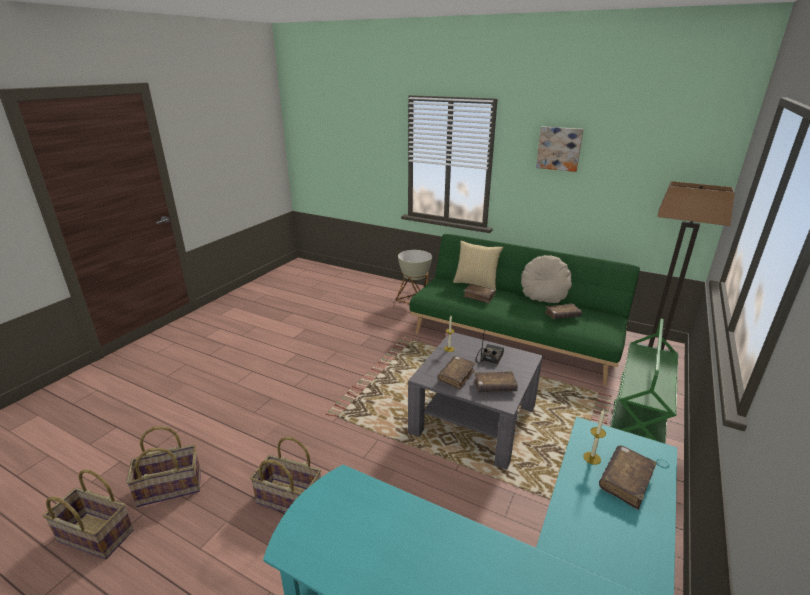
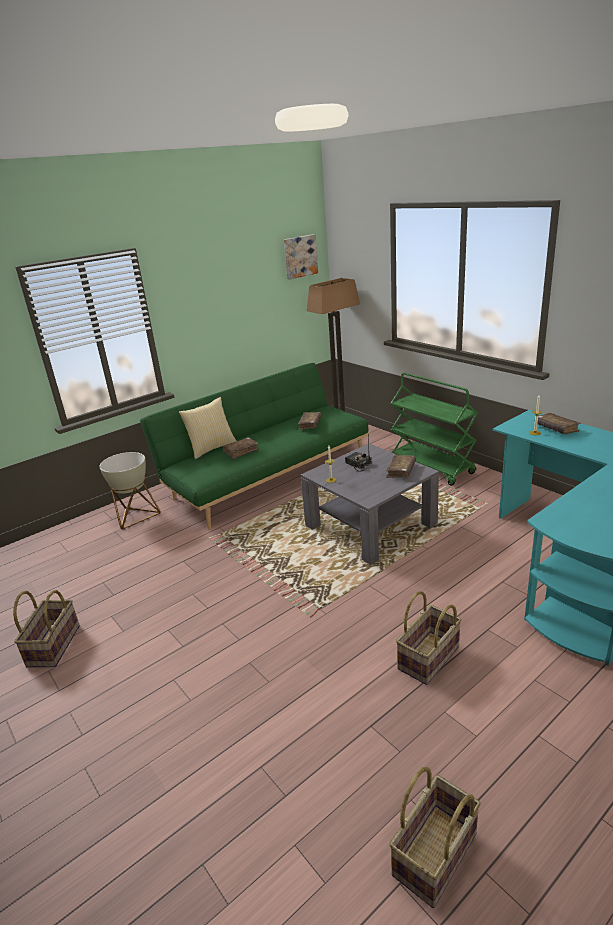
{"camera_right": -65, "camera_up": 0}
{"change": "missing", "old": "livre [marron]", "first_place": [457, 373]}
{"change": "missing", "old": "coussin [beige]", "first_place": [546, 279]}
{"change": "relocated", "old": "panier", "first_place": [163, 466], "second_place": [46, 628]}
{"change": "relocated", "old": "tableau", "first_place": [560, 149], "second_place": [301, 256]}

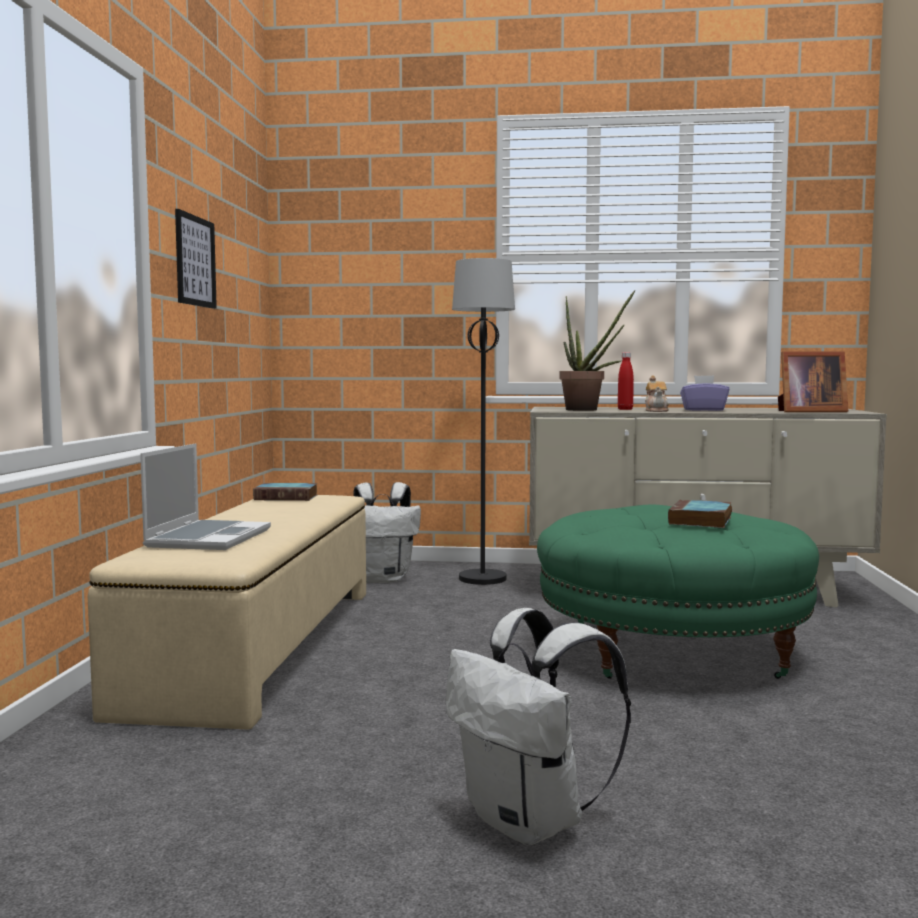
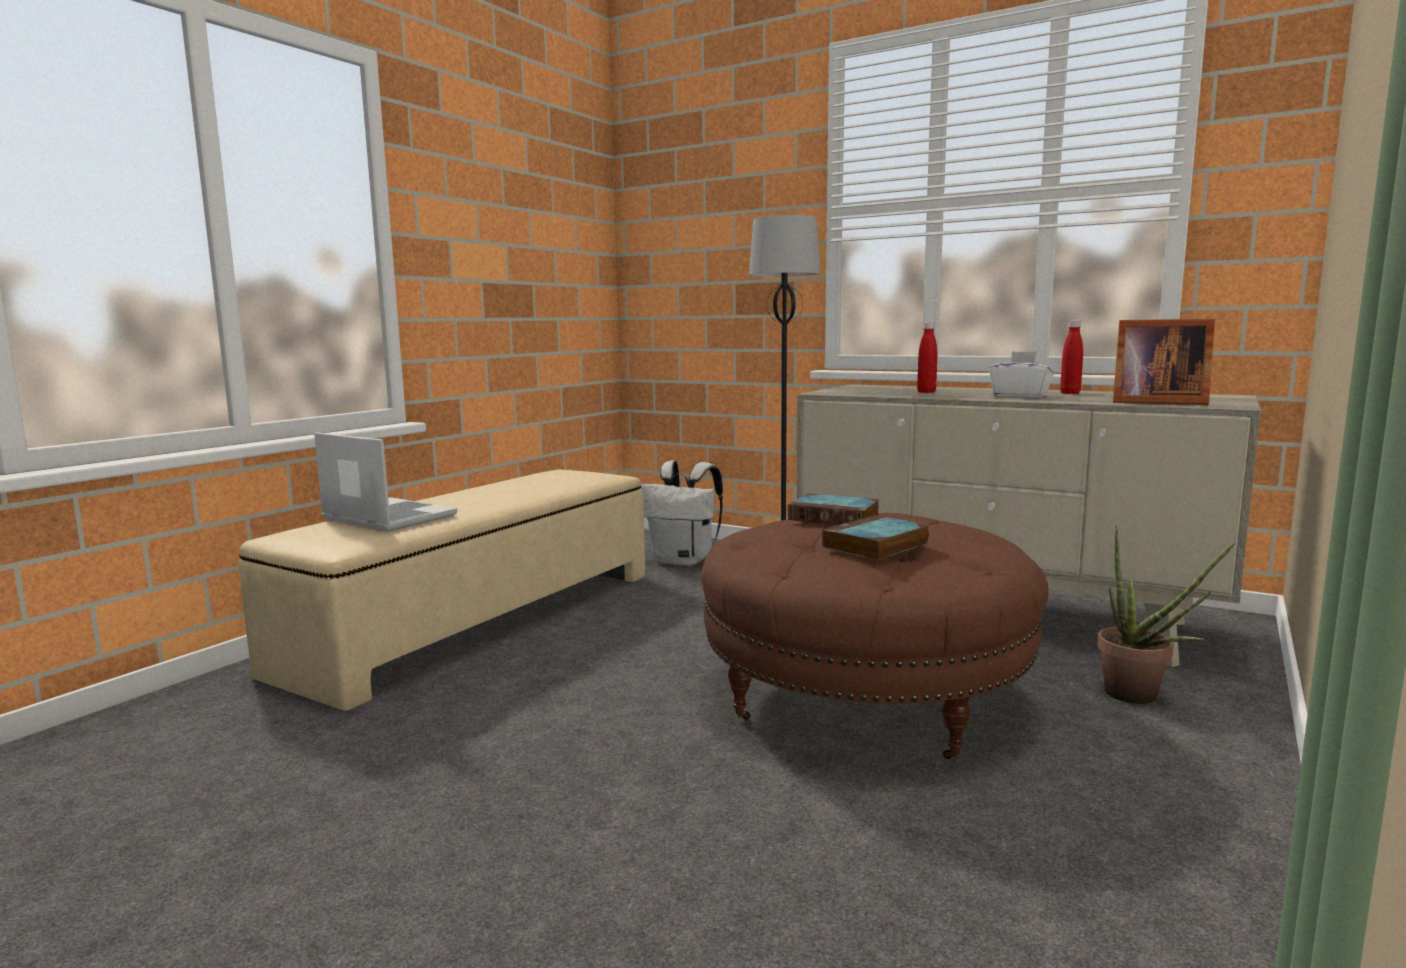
{"camera_right": 25, "camera_up": 5}
{"change": "missing", "old": "tableau", "first_place": [196, 259]}
{"change": "missing", "old": "sac à dos [blanc]", "first_place": [538, 726]}
{"change": "missing", "old": "théière", "first_place": [657, 393]}
{"change": "appeared", "new": "bouteille [rouge]", "second_place": [1071, 357]}
{"change": "relocated", "old": "livre", "first_place": [285, 492], "second_place": [834, 509]}
{"change": "relocated", "old": "plante en pot", "first_place": [597, 350], "second_place": [1166, 614]}
{"change": "colour", "old": "pouf [vert]", "new": "pouf [marron]", "first_place": [678, 591], "second_place": [875, 636]}
{"change": "colour", "old": "boîte à mouchoirs [violet]", "new": "boîte à mouchoirs [blanc]", "first_place": [704, 393], "second_place": [1021, 374]}
{"change": "spun", "old": "ordinateur portable", "first_place": [205, 496], "second_place": [385, 482], "degrees": -90}

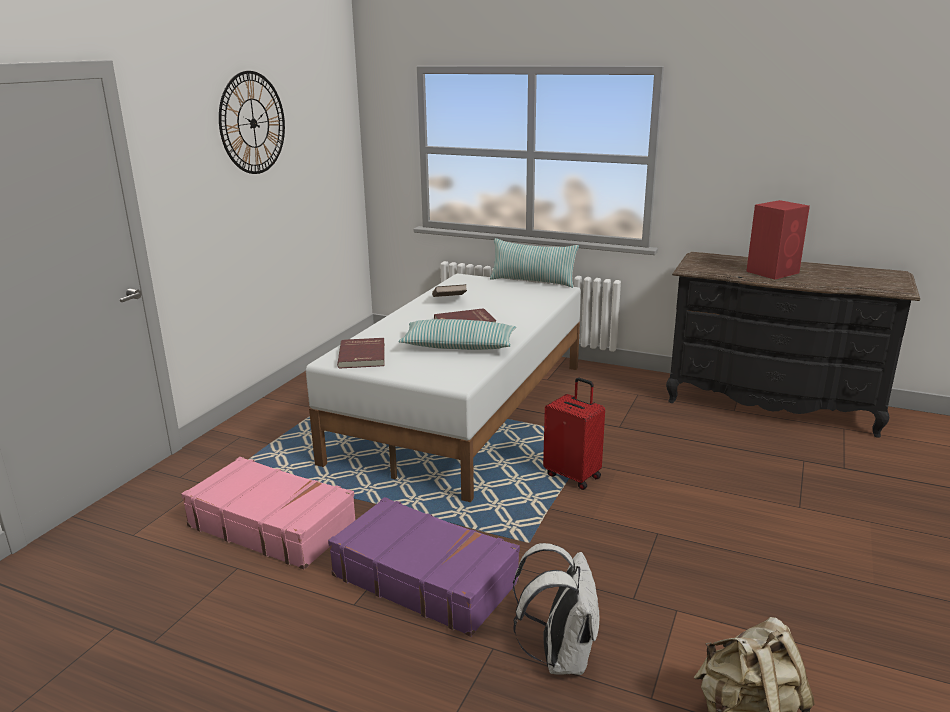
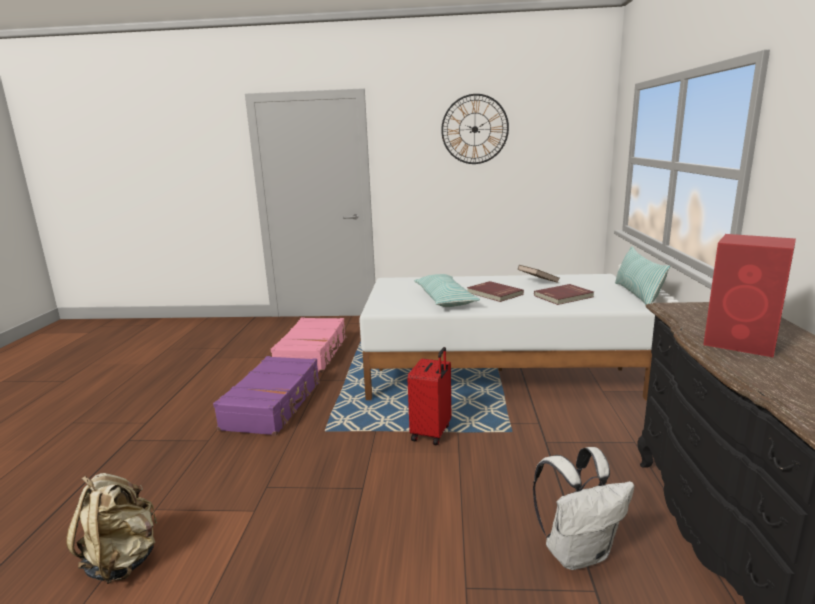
{"camera_right": 70, "camera_up": -5}
{"change": "relocated", "old": "livre [rouge]", "first_place": [361, 353], "second_place": [564, 294]}
{"change": "relocated", "old": "sac à dos [blanc]", "first_place": [556, 609], "second_place": [583, 508]}

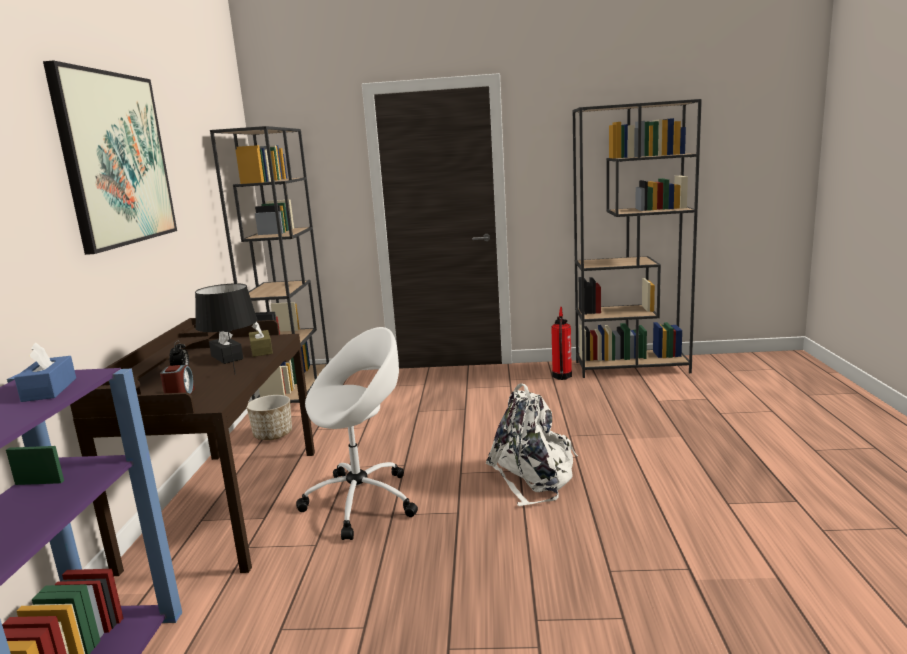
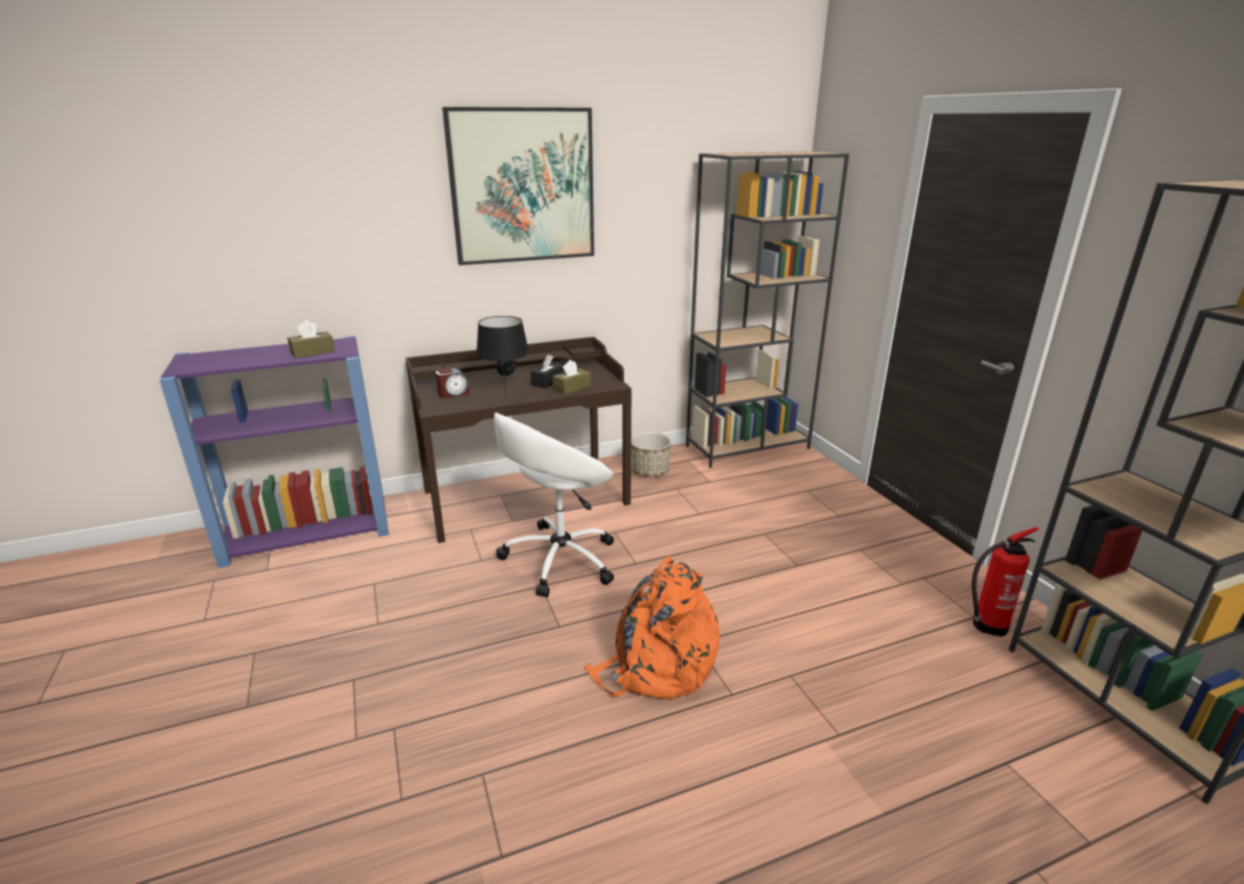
{"camera_right": 65, "camera_up": 10}
{"change": "colour", "old": "boîte à mouchoirs [bleu]", "new": "boîte à mouchoirs [marron]", "first_place": [45, 372], "second_place": [311, 339]}
{"change": "colour", "old": "sac à dos [blanc]", "new": "sac à dos [orange]", "first_place": [532, 444], "second_place": [652, 628]}
{"change": "spun", "old": "chaise de bureau [blanc]", "first_place": [357, 433], "second_place": [554, 505], "degrees": 90}

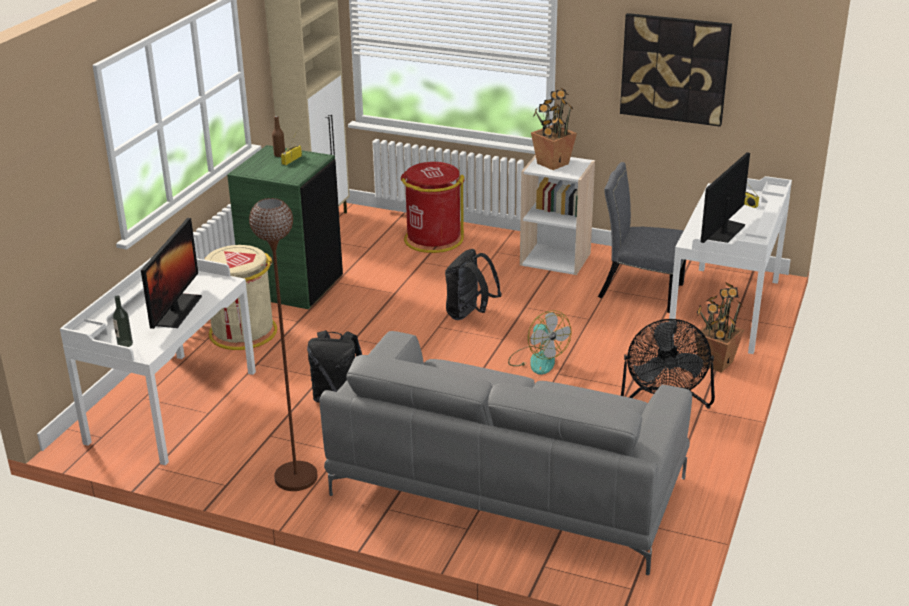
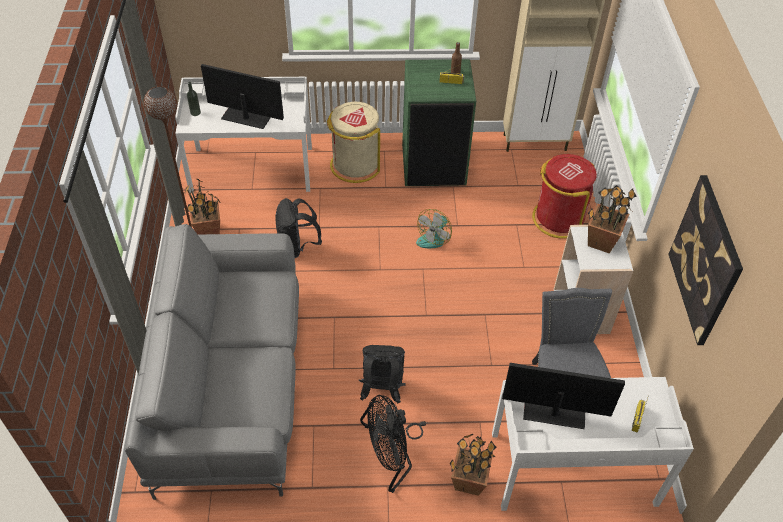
{"camera_right": 65, "camera_up": 20}
{"change": "appeared", "new": "plante en pot", "second_place": [202, 207]}
{"change": "relocated", "old": "sac à dos [noir]", "first_place": [473, 284], "second_place": [382, 374]}
{"change": "relocated", "old": "ventilateur", "first_place": [540, 342], "second_place": [434, 228]}
{"change": "spun", "old": "écran d'ordinateur", "first_place": [171, 273], "second_place": [242, 96], "degrees": -150}

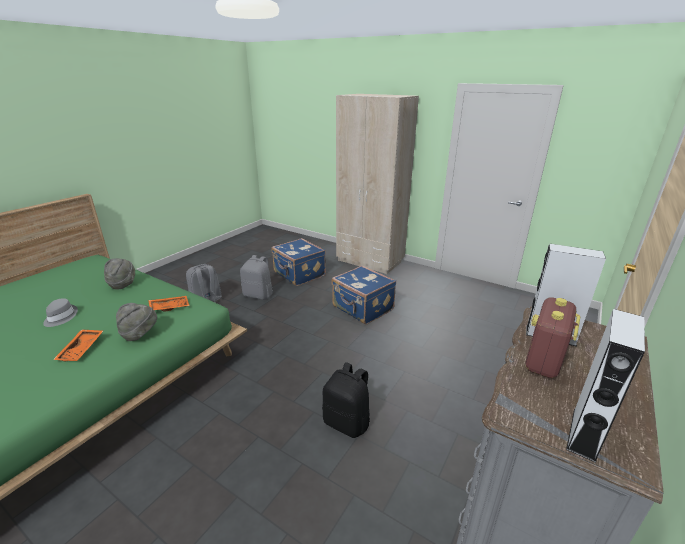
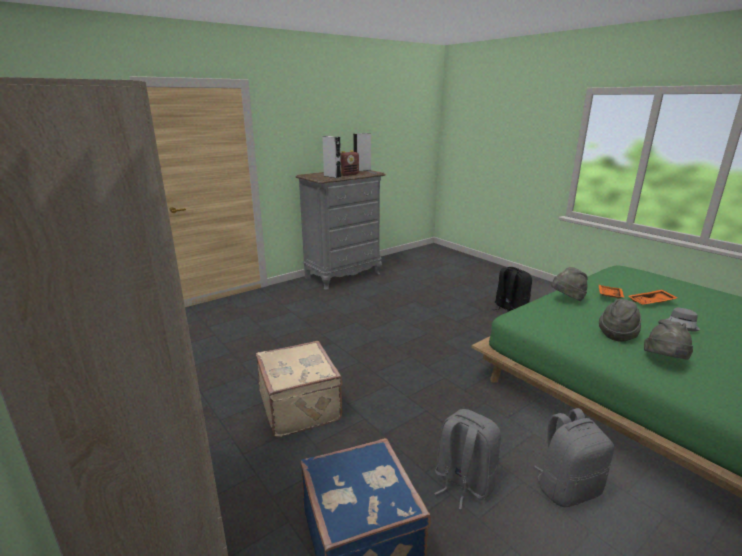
{"camera_right": -160, "camera_up": -5}
{"change": "appeared", "new": "chapeau [gris]", "second_place": [620, 320]}
{"change": "relocated", "old": "plateau [orange]", "first_place": [169, 304], "second_place": [653, 297]}
{"change": "relocated", "old": "sac à dos [noir]", "first_place": [346, 400], "second_place": [513, 289]}
{"change": "colour", "old": "valise [bleu]", "new": "valise [beige]", "first_place": [364, 295], "second_place": [299, 389]}

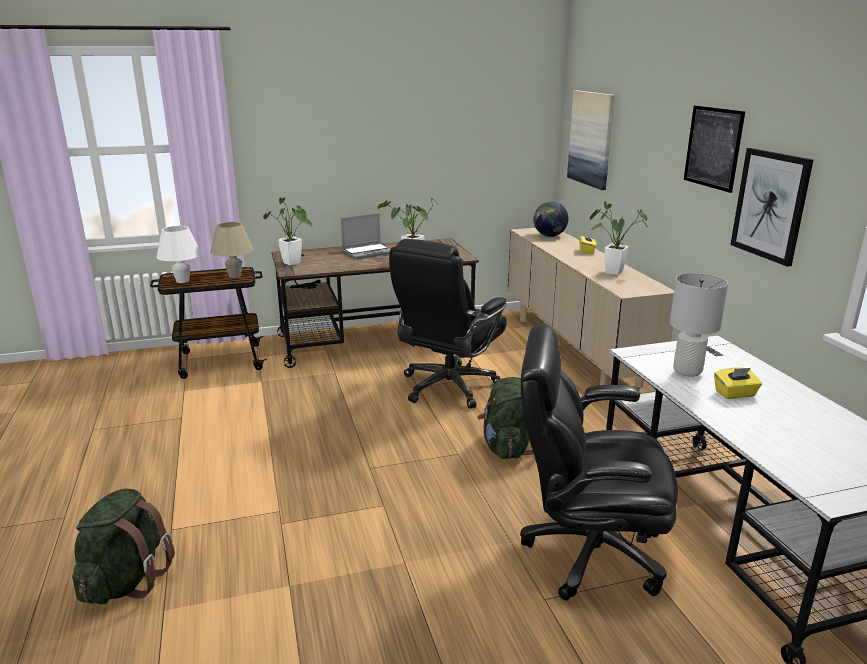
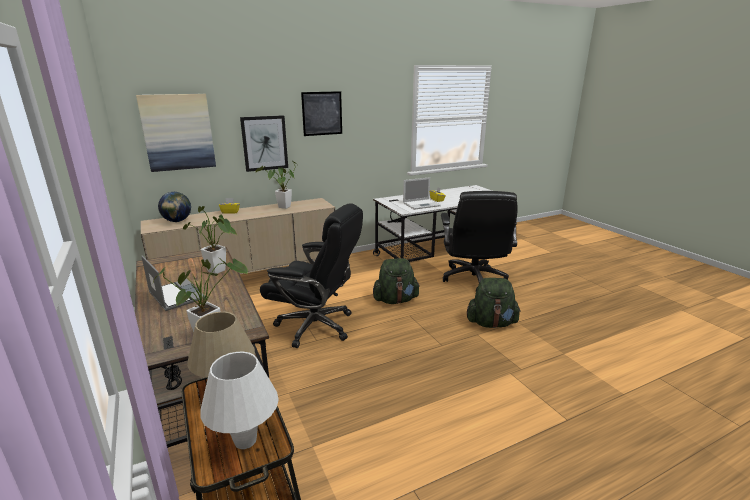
{"camera_right": -100, "camera_up": 0}
{"change": "relocated", "old": "sac à dos [vert]", "first_place": [123, 546], "second_place": [494, 303]}
{"change": "relocated", "old": "tableau", "first_place": [771, 207], "second_place": [264, 143]}
{"change": "exchanged", "old": "lampe de table [gris]", "new": "ordinateur portable", "first_place": [699, 325], "second_place": [422, 193]}

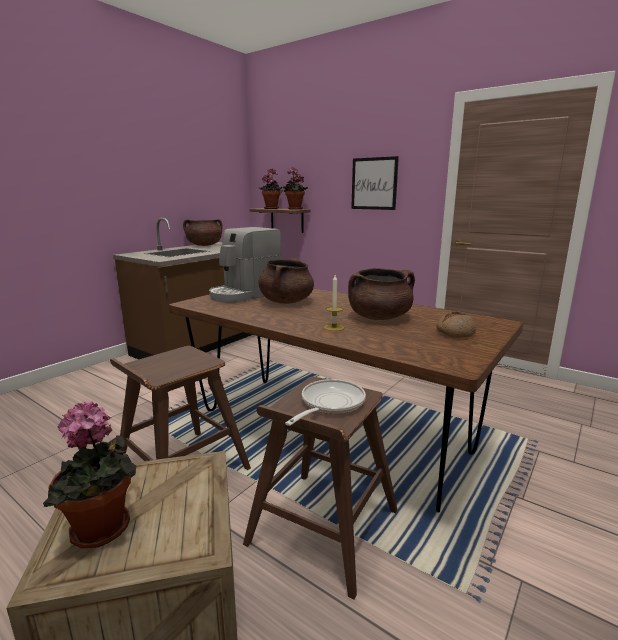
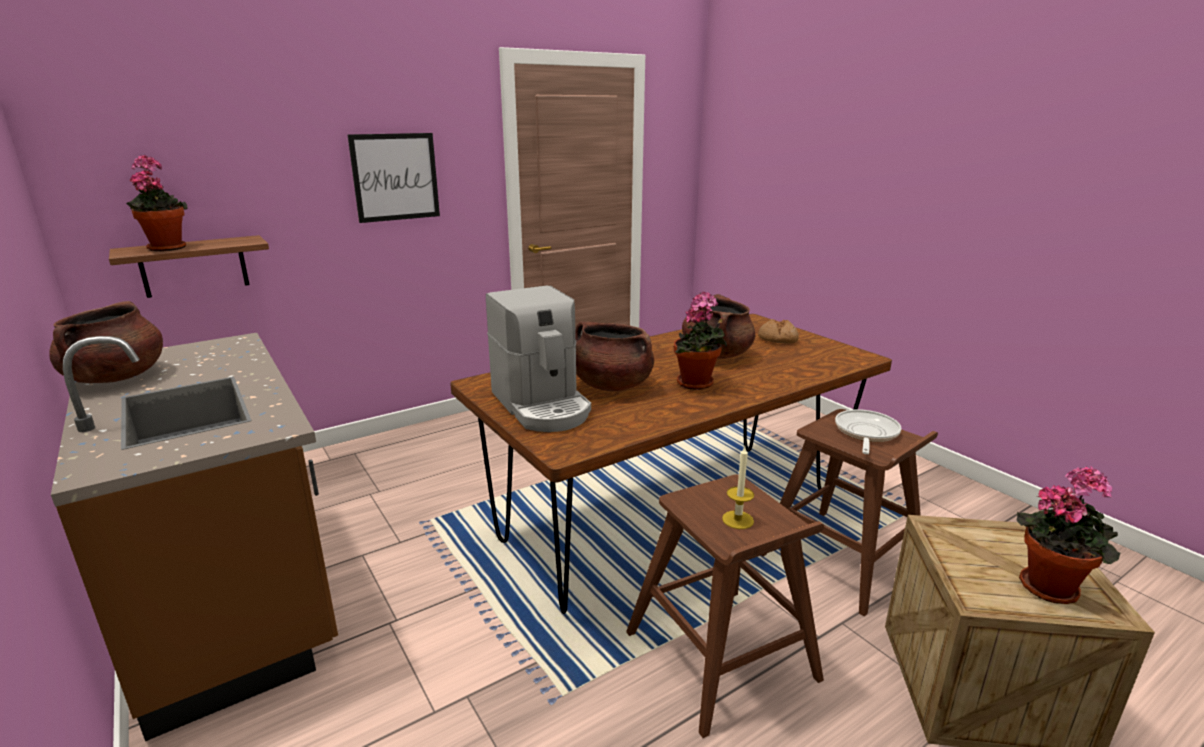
{"camera_right": -70, "camera_up": 5}
{"change": "relocated", "old": "plante en pot", "first_place": [295, 188], "second_place": [700, 341]}
{"change": "relocated", "old": "bougie", "first_place": [334, 303], "second_place": [738, 487]}
{"change": "spun", "old": "poêle", "first_place": [325, 402], "second_place": [868, 431], "degrees": 60}

